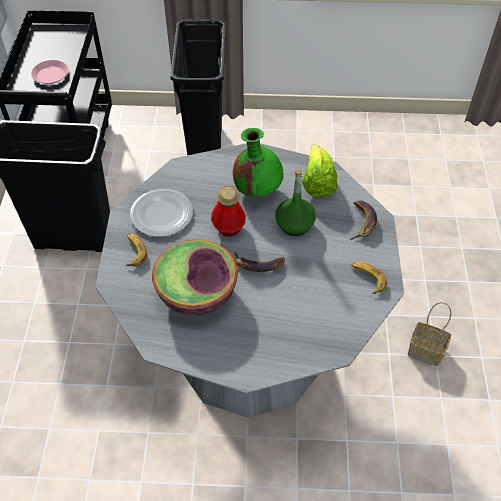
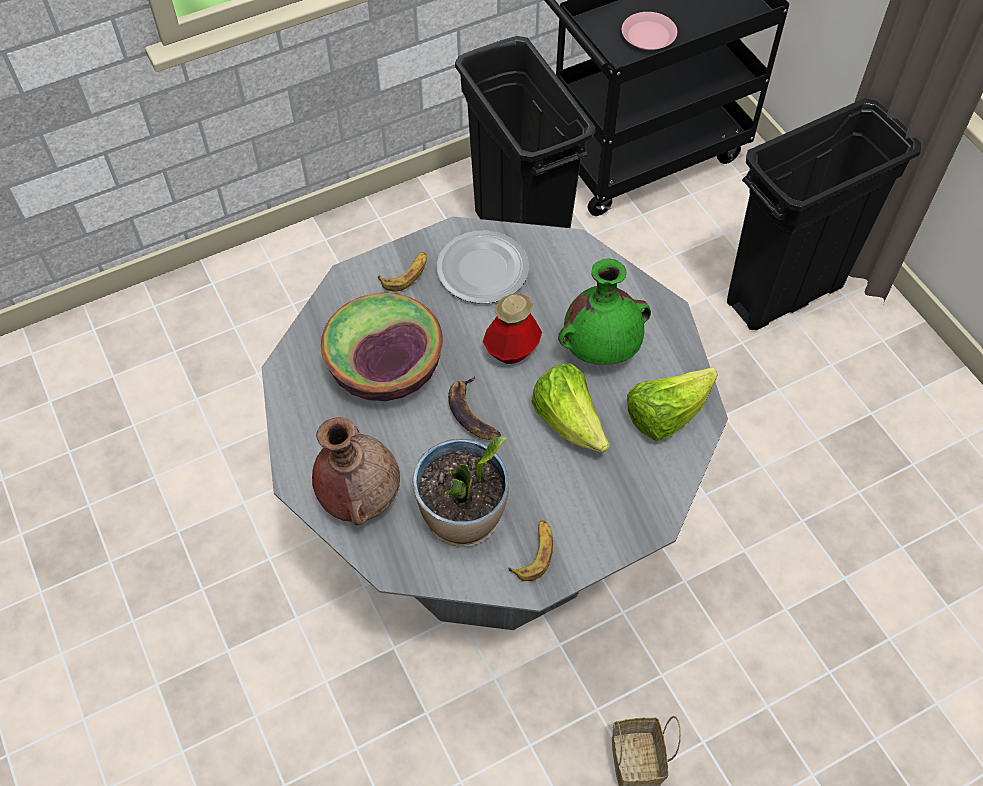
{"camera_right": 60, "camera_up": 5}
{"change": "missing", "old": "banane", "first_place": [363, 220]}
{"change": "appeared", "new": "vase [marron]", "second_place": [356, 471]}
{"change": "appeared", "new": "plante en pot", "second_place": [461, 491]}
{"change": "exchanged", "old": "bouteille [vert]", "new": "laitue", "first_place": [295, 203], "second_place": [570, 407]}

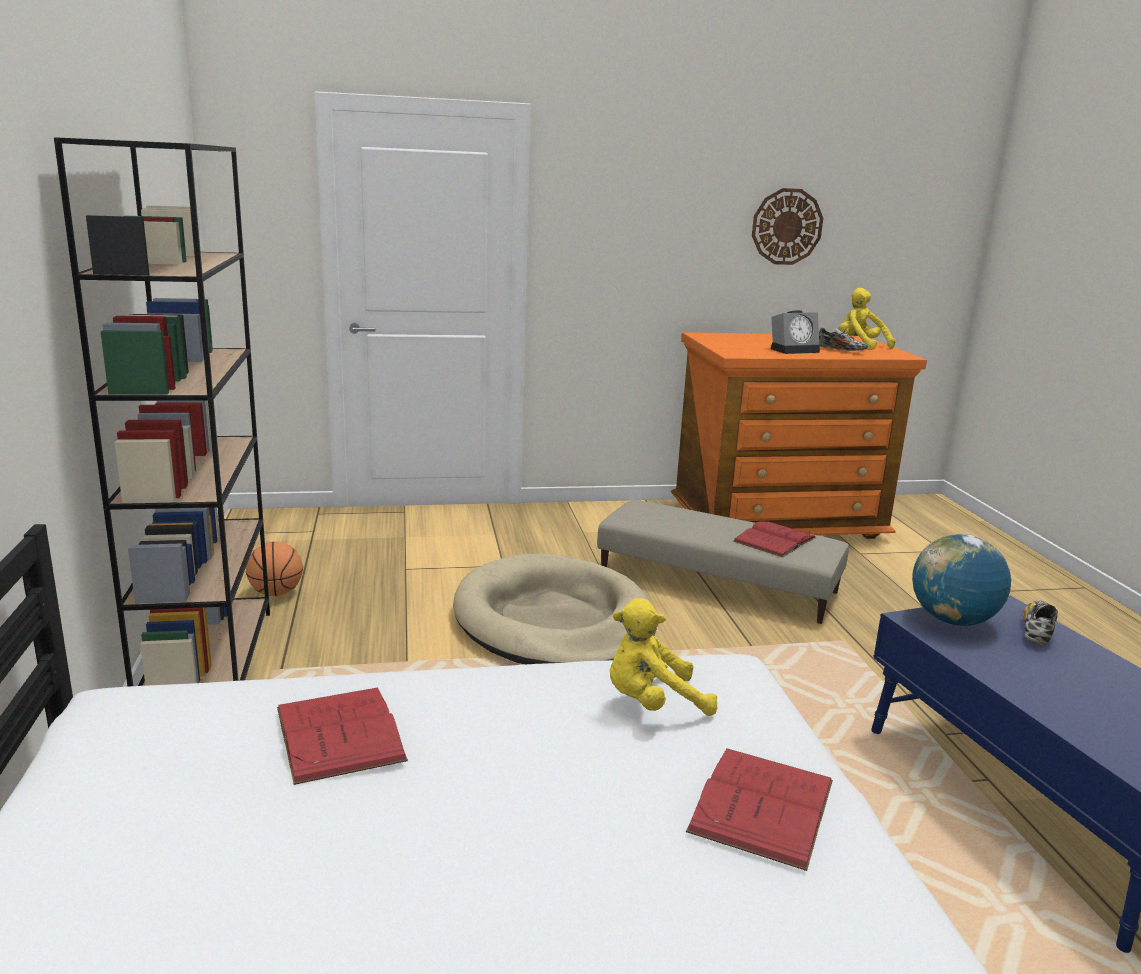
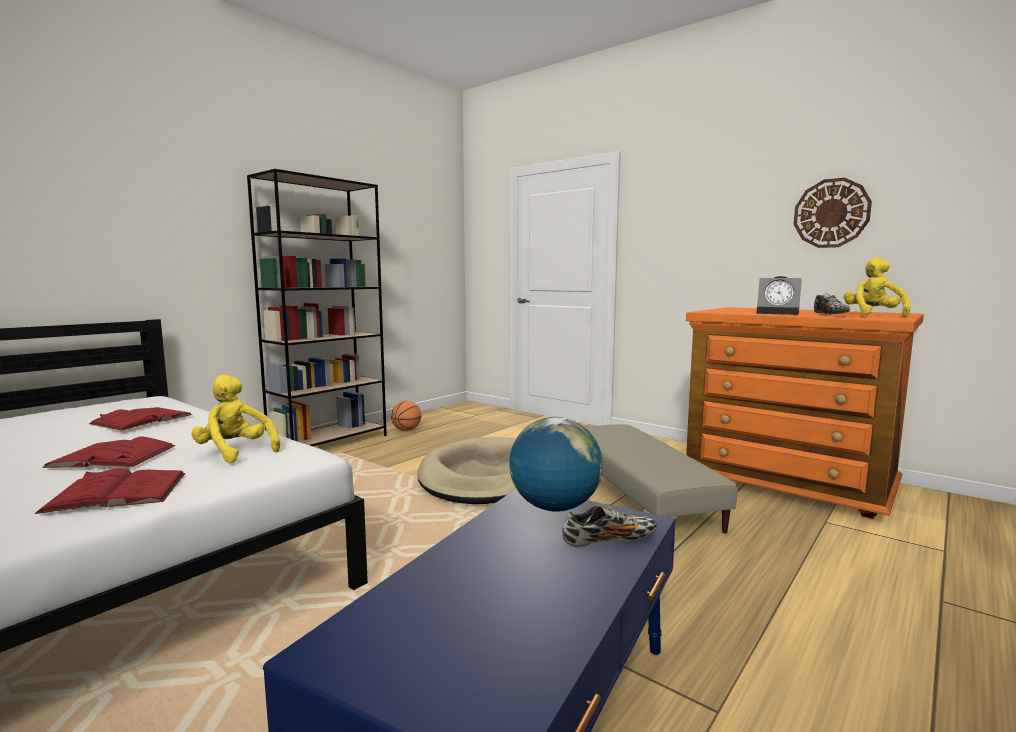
{"camera_right": 50, "camera_up": -10}
{"change": "relocated", "old": "livre [rouge]", "first_place": [774, 539], "second_place": [108, 452]}

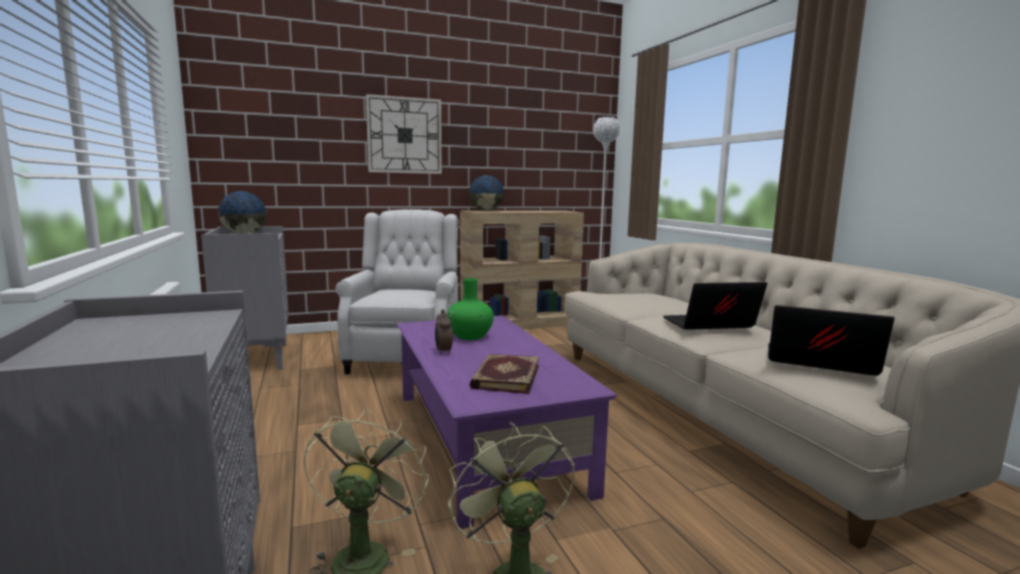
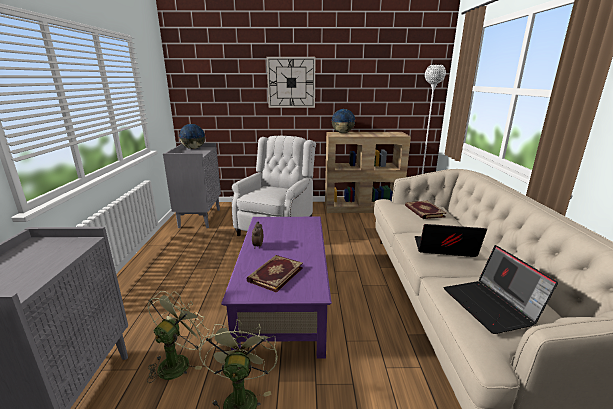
{"camera_right": 20, "camera_up": 10}
{"change": "missing", "old": "vase [vert]", "first_place": [470, 309]}
{"change": "appeared", "new": "livre", "second_place": [426, 210]}
{"change": "spun", "old": "ordinateur portable", "first_place": [831, 340], "second_place": [501, 289], "degrees": -150}

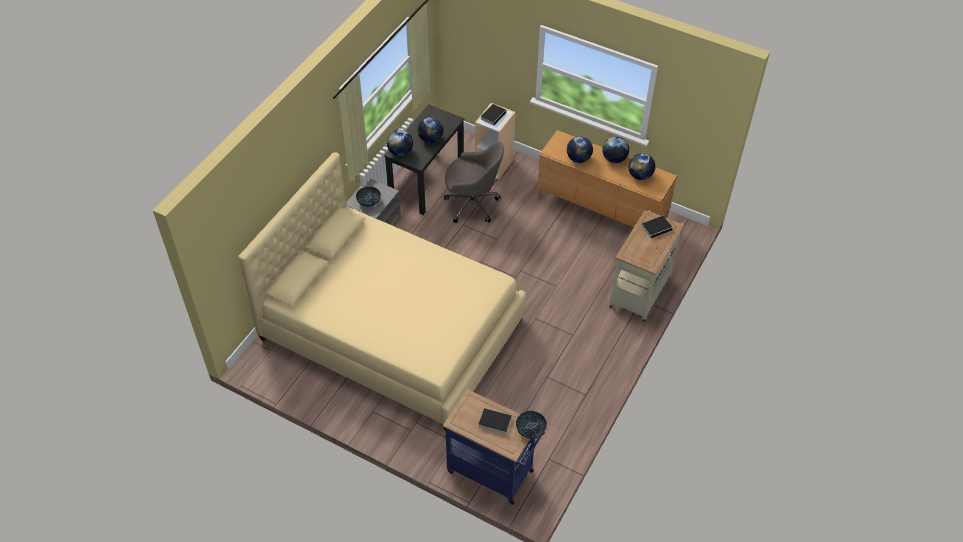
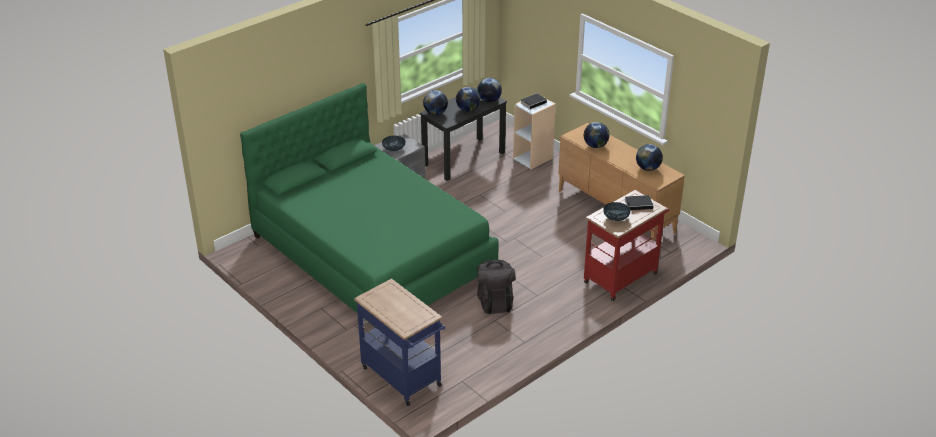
{"camera_right": 20, "camera_up": -15}
{"change": "missing", "old": "chaise de bureau [gris]", "first_place": [474, 182]}
{"change": "missing", "old": "livre", "first_place": [495, 421]}
{"change": "appeared", "new": "sac à dos [noir]", "second_place": [496, 286]}
{"change": "relocated", "old": "bol", "first_place": [531, 425], "second_place": [617, 211]}
{"change": "relocated", "old": "globe", "first_place": [615, 150], "second_place": [489, 90]}
{"change": "colour", "old": "lit [beige]", "new": "lit [vert]", "first_place": [382, 291], "second_place": [369, 205]}
{"change": "colour", "old": "chariot [beige]", "new": "chariot [rouge]", "first_place": [646, 266], "second_place": [626, 245]}

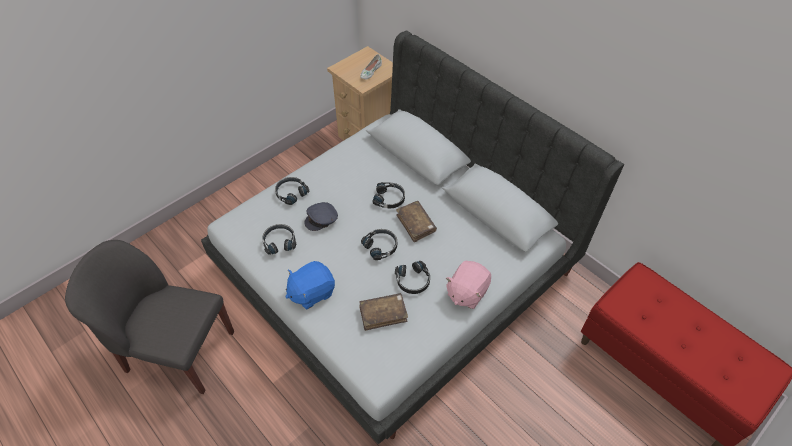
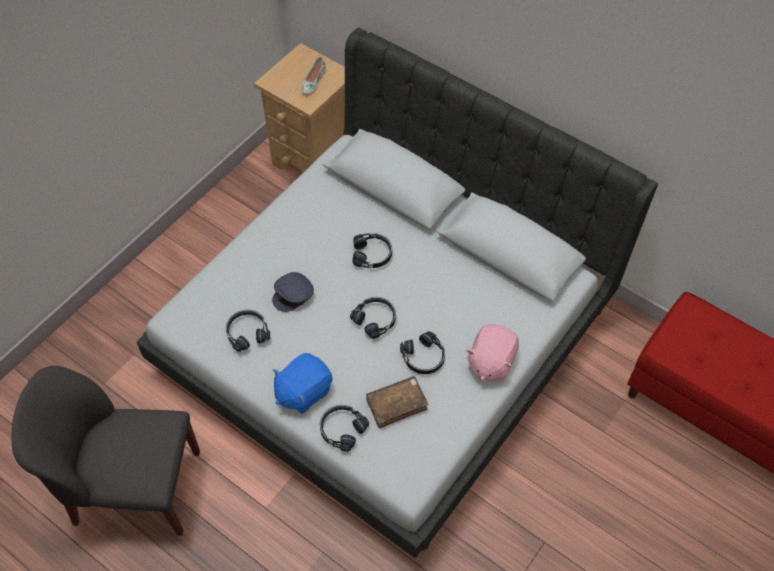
{"camera_right": -10, "camera_up": 5}
{"change": "missing", "old": "livre [marron]", "first_place": [416, 221]}
{"change": "relocated", "old": "casque audio [noir]", "first_place": [292, 191], "second_place": [344, 428]}

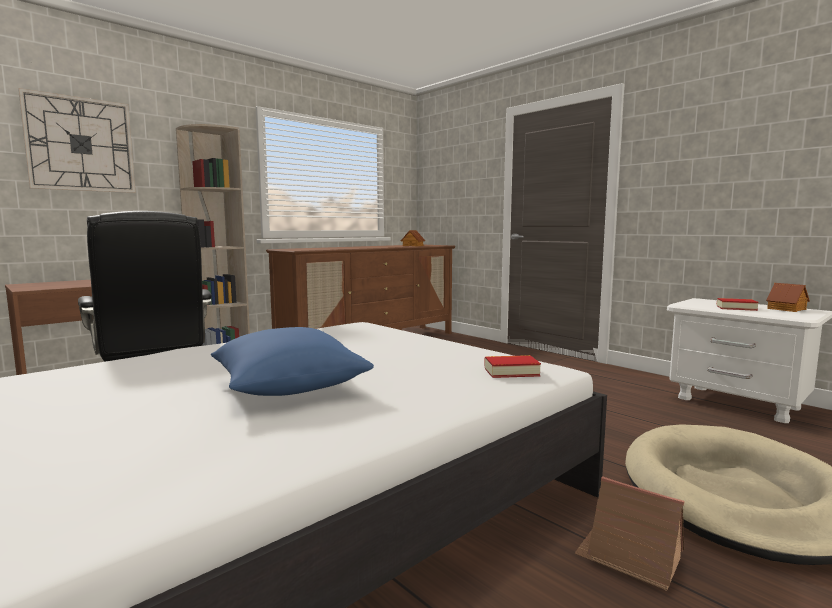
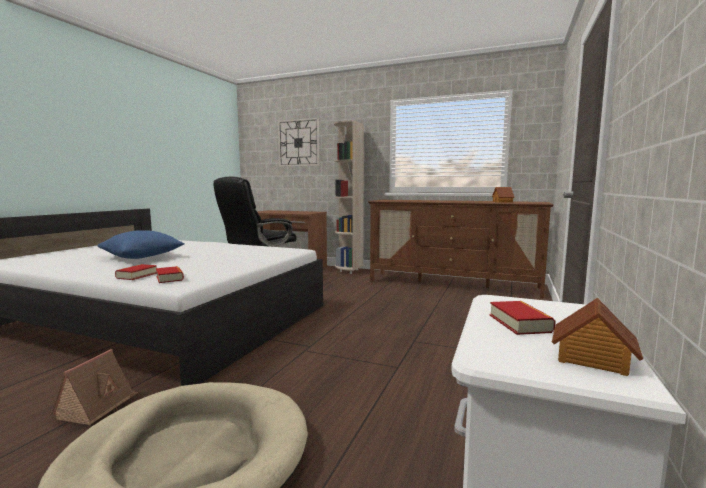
{"camera_right": 65, "camera_up": 0}
{"change": "appeared", "new": "livre", "second_place": [136, 272]}

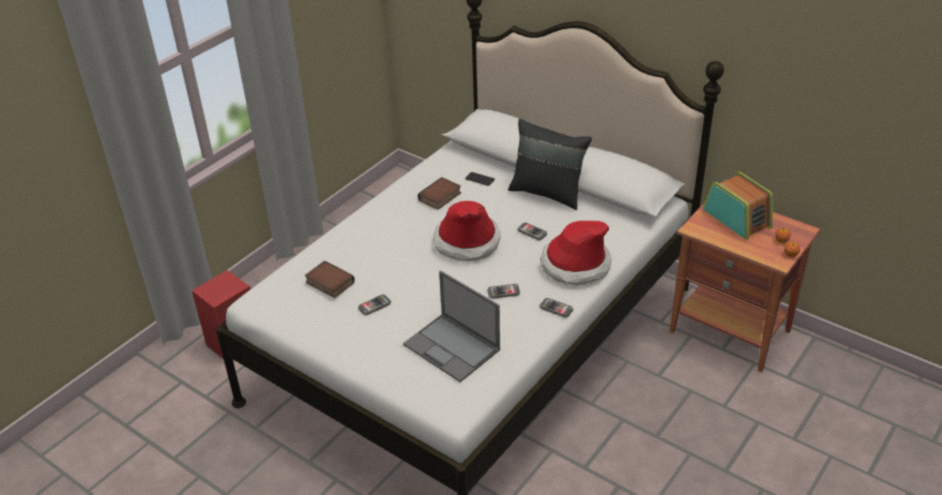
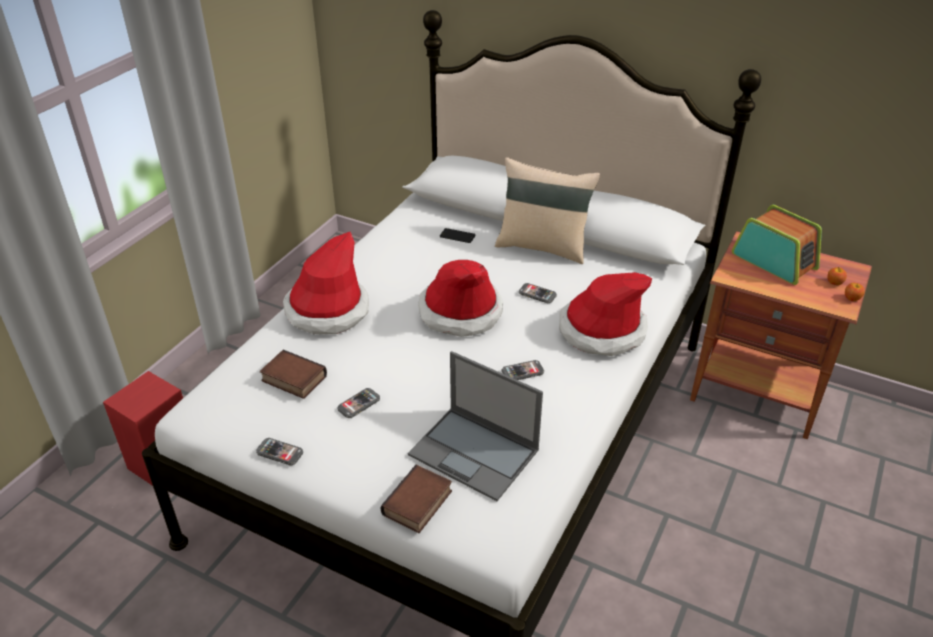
{"camera_right": -10, "camera_up": 0}
{"change": "appeared", "new": "chapeau", "second_place": [326, 283]}
{"change": "relocated", "old": "livre", "first_place": [439, 193], "second_place": [416, 499]}
{"change": "relocated", "old": "téléphone", "first_place": [556, 308], "second_place": [279, 452]}
{"change": "colour", "old": "coussin [noir]", "new": "coussin [beige]", "first_place": [550, 164], "second_place": [547, 210]}

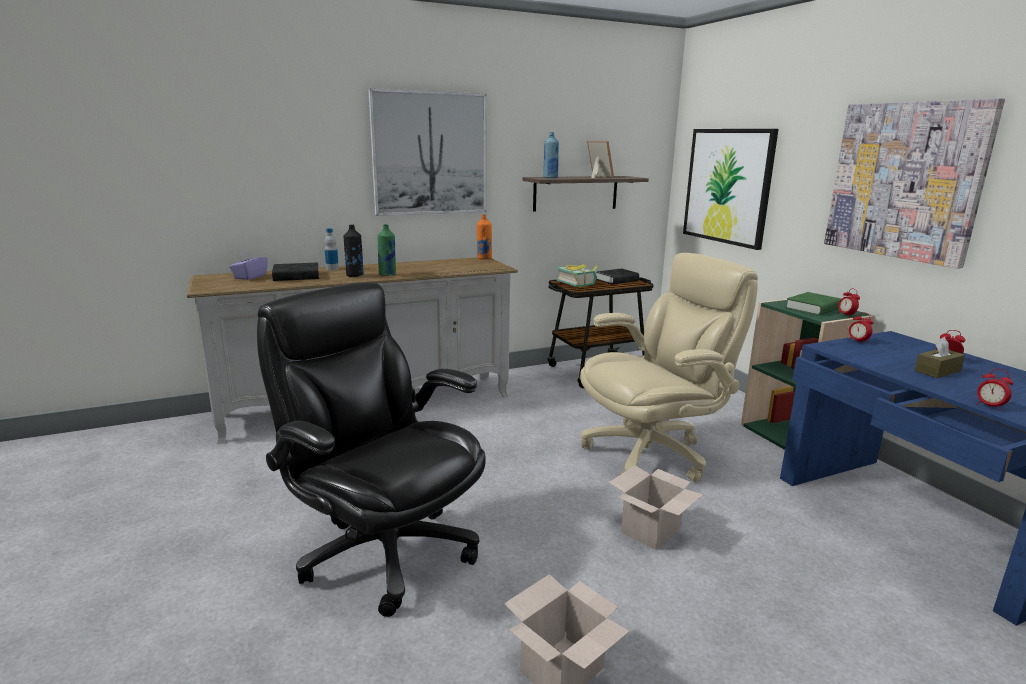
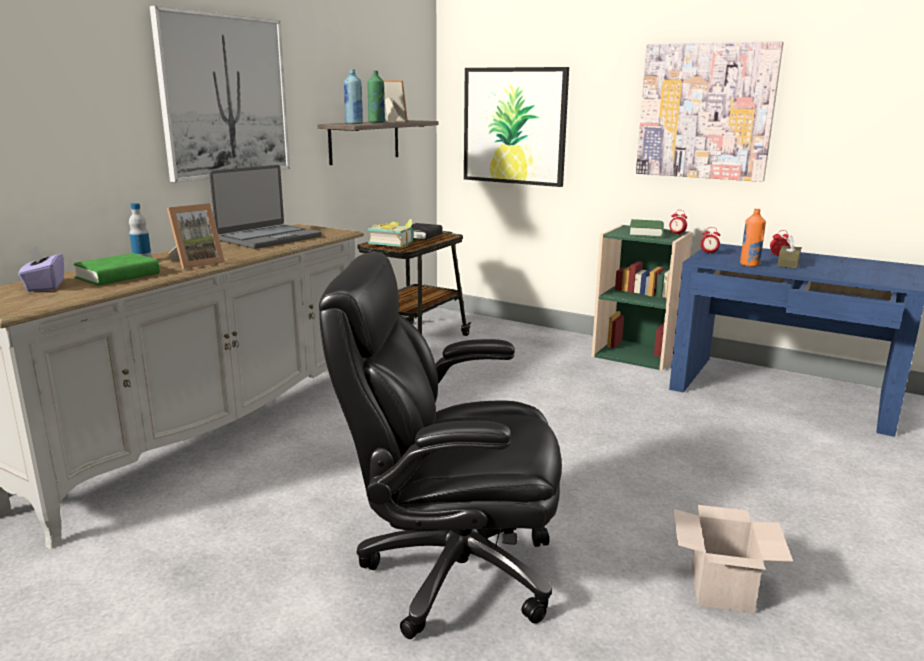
{"camera_right": -35, "camera_up": 0}
{"change": "missing", "old": "chaise de bureau [beige]", "first_place": [669, 368]}
{"change": "missing", "old": "carton", "first_place": [656, 507]}
{"change": "missing", "old": "réveil", "first_place": [995, 390]}
{"change": "appeared", "new": "ordinateur portable", "second_place": [265, 207]}
{"change": "relocated", "old": "bouteille [vert]", "first_place": [387, 250], "second_place": [376, 97]}
{"change": "relocated", "old": "bouteille [orange]", "first_place": [484, 237], "second_place": [753, 238]}
{"change": "exchanged", "old": "bouteille [noir]", "new": "cadre photo", "first_place": [354, 250], "second_place": [196, 236]}
{"change": "colour", "old": "livre [noir]", "new": "livre [vert]", "first_place": [295, 271], "second_place": [116, 269]}

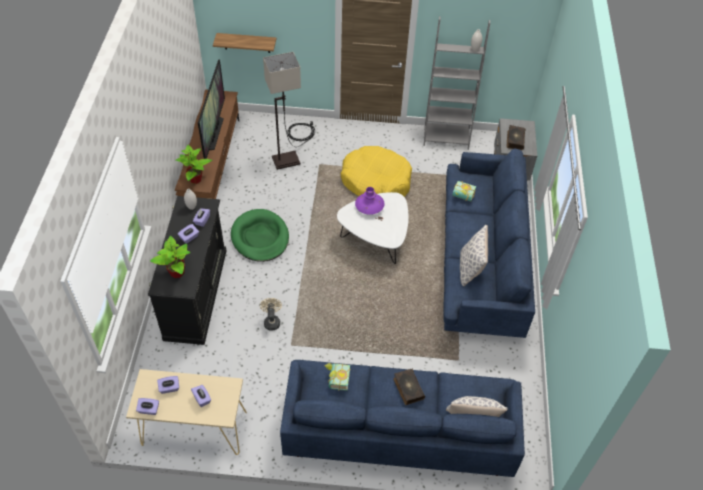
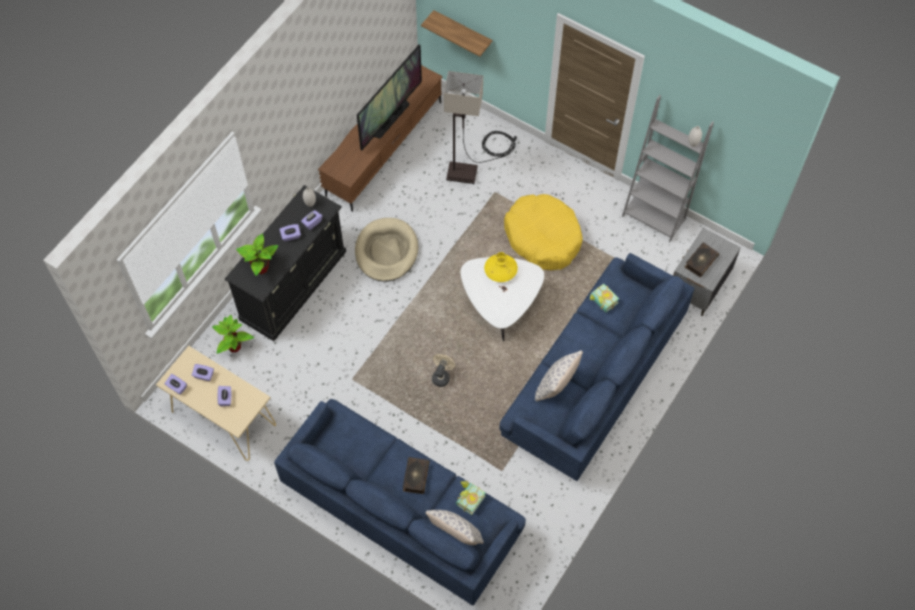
{"camera_right": 30, "camera_up": 10}
{"change": "relocated", "old": "plante en pot", "first_place": [194, 164], "second_place": [233, 334]}
{"change": "relocated", "old": "ventilateur [beige]", "first_place": [271, 314], "second_place": [443, 370]}
{"change": "relocated", "old": "livre", "first_place": [338, 377], "second_place": [471, 498]}
{"change": "colour", "old": "panier pour chien [vert]", "new": "panier pour chien [beige]", "first_place": [260, 235], "second_place": [386, 250]}
{"change": "colour", "old": "vase [violet]", "new": "vase [jaune]", "first_place": [370, 201], "second_place": [501, 267]}

